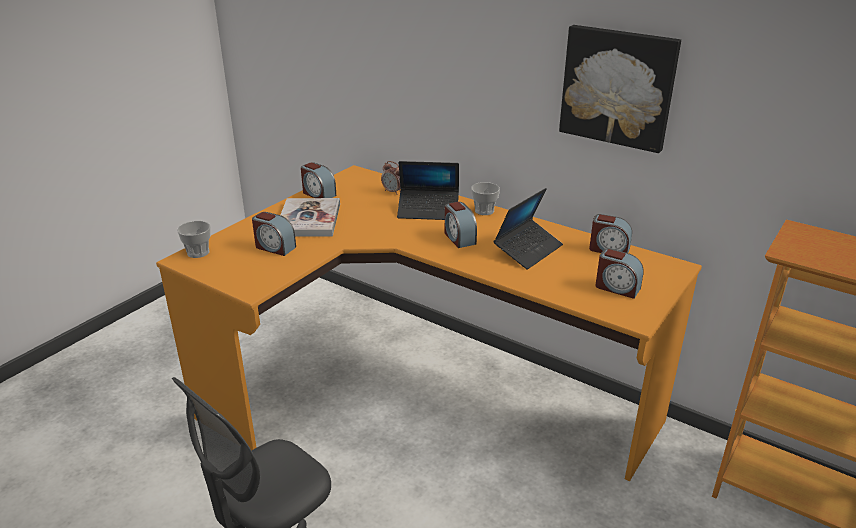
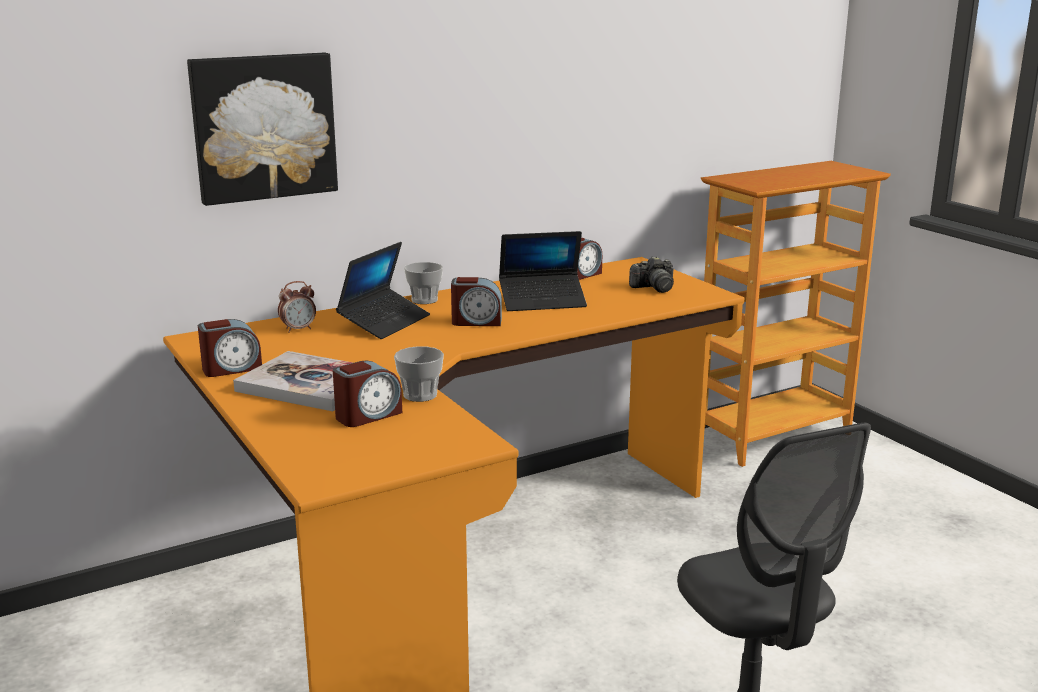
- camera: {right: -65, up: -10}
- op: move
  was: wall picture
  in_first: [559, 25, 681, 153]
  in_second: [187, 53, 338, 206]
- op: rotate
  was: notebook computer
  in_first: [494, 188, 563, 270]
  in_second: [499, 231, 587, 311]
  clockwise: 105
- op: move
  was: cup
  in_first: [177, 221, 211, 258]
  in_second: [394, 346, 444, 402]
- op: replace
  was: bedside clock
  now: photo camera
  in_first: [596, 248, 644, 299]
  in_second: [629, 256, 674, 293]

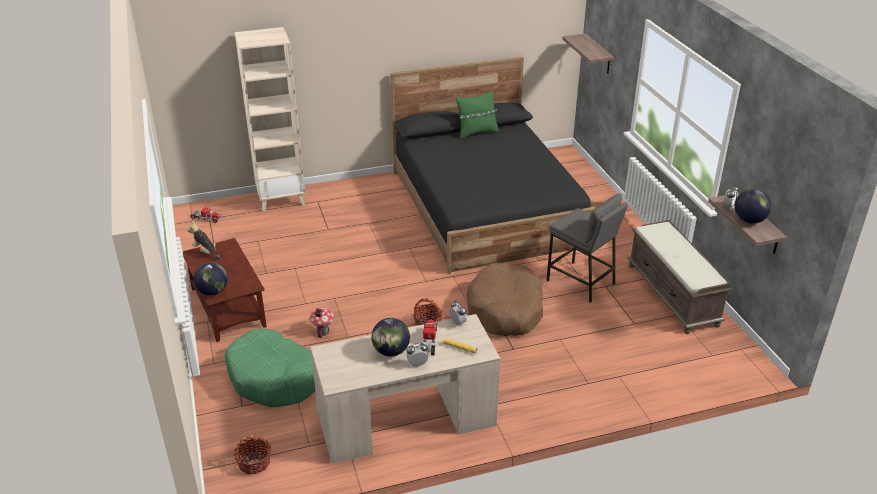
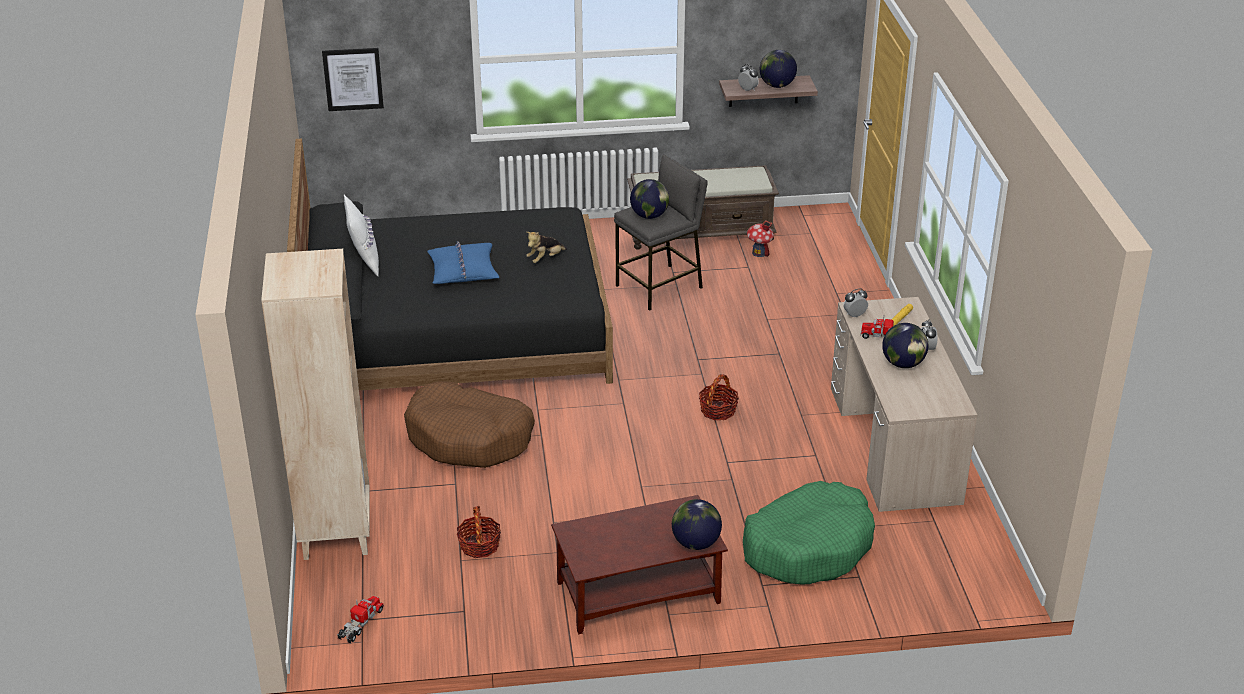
- camera: {right: -80, up: 0}
- op: replace
  was: shelf
  now: wall picture
  in_first: [563, 34, 614, 74]
  in_second: [322, 48, 384, 111]
- op: recolor
  was: greenish pillow
  now: whitish pillow
  in_first: [456, 91, 499, 139]
  in_second: [344, 195, 379, 276]
- op: move
  was: soft toy
  in_first: [187, 221, 222, 260]
  in_second: [526, 232, 567, 263]
- op: move
  was: brownish dog bed
  in_first: [466, 263, 543, 336]
  in_second: [404, 381, 535, 468]
- op: move
  was: model house
  in_first: [310, 308, 334, 338]
  in_second: [747, 220, 774, 257]
- op: move
  was: household basket
  in_first: [233, 435, 271, 474]
  in_second: [457, 506, 501, 558]
- op: insert
  now: desk globe
  in_second: [630, 179, 669, 219]
- op: insert
  now: blue-coloured pillow
  in_second: [427, 241, 499, 284]

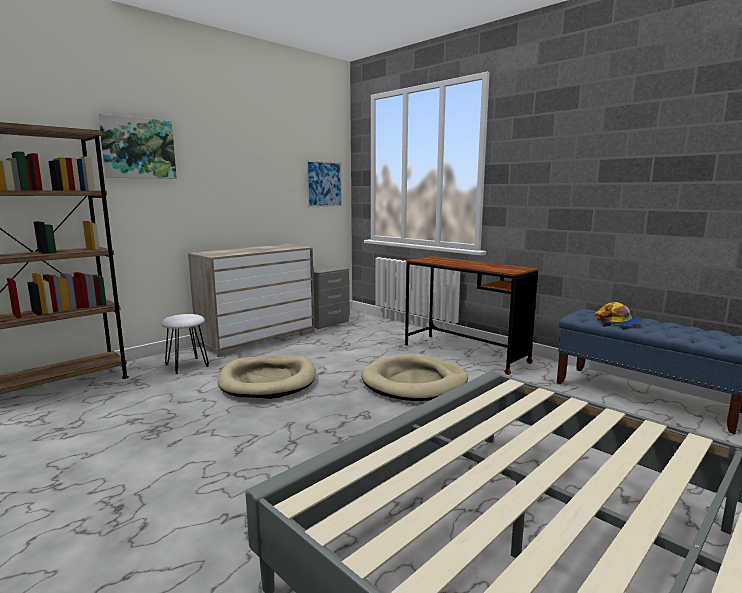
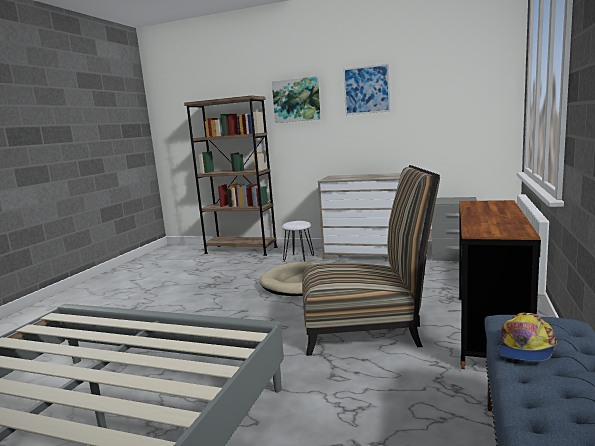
- camera: {right: 65, up: 0}
- op: move
  was: wall picture
  in_first: [306, 160, 342, 207]
  in_second: [343, 63, 390, 115]
- op: replace
  was: beige-coloured dog bed
  now: chair
  in_first: [361, 354, 468, 401]
  in_second: [302, 165, 440, 356]

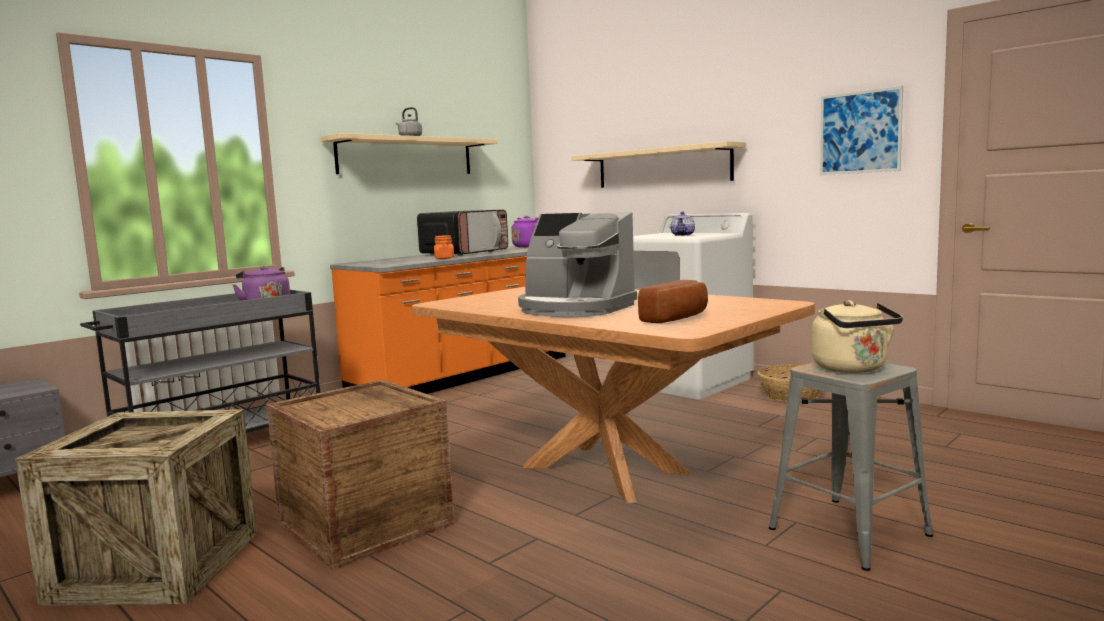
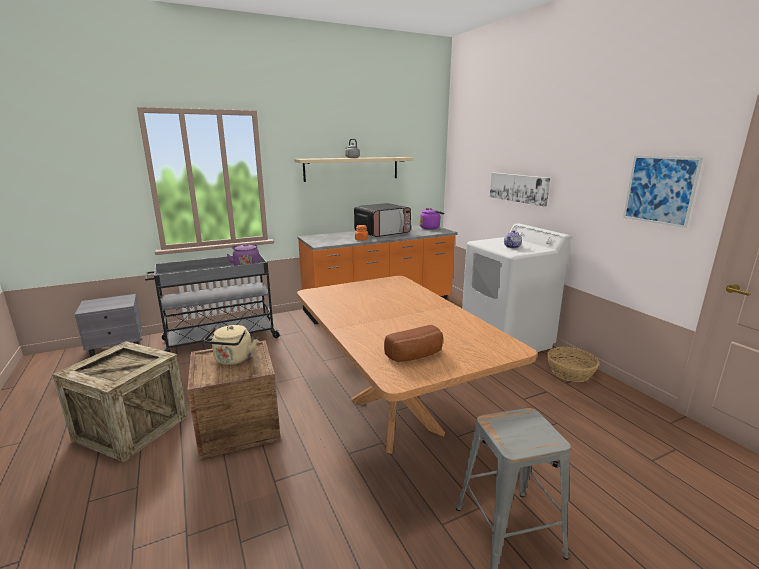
- camera: {right: 20, up: 10}
- op: replace
  was: beige-coloured shelf
  now: wall picture
  in_first: [571, 141, 746, 188]
  in_second: [490, 173, 550, 206]
- op: delete
  was: coffee maker
  in_first: [518, 212, 637, 317]
- op: move
  was: beige-coloured tea kettle
  in_first: [812, 300, 903, 373]
  in_second: [204, 325, 257, 365]

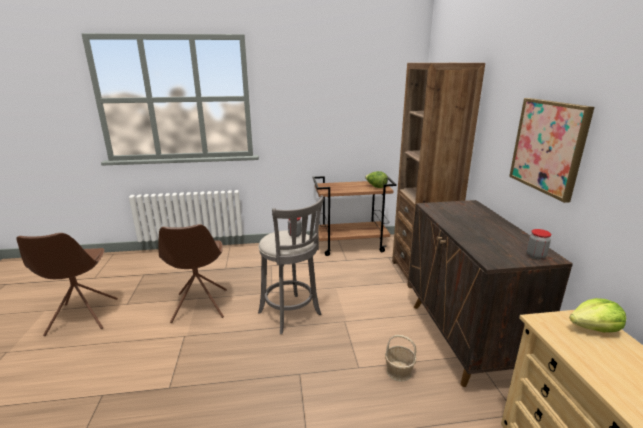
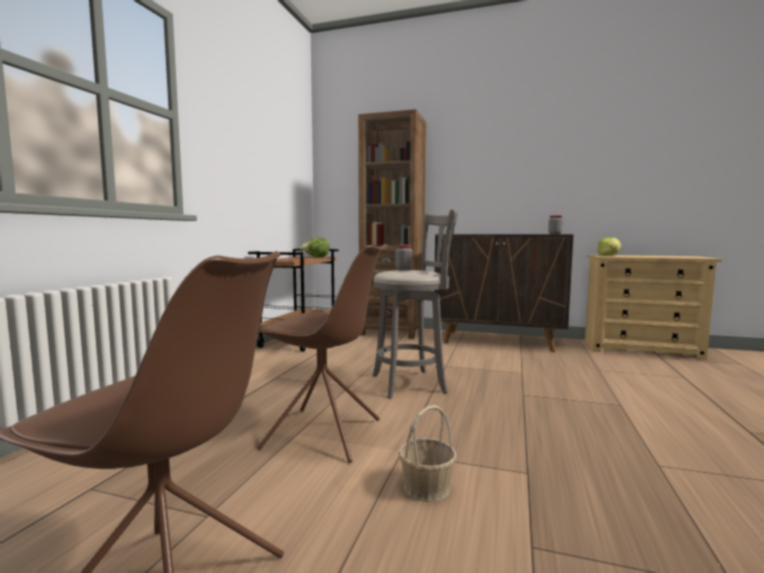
- camera: {right: -65, up: -15}
- op: delete
  was: wall picture
  in_first: [509, 98, 594, 203]
- op: move
  was: household basket
  in_first: [385, 335, 416, 382]
  in_second: [399, 405, 457, 502]

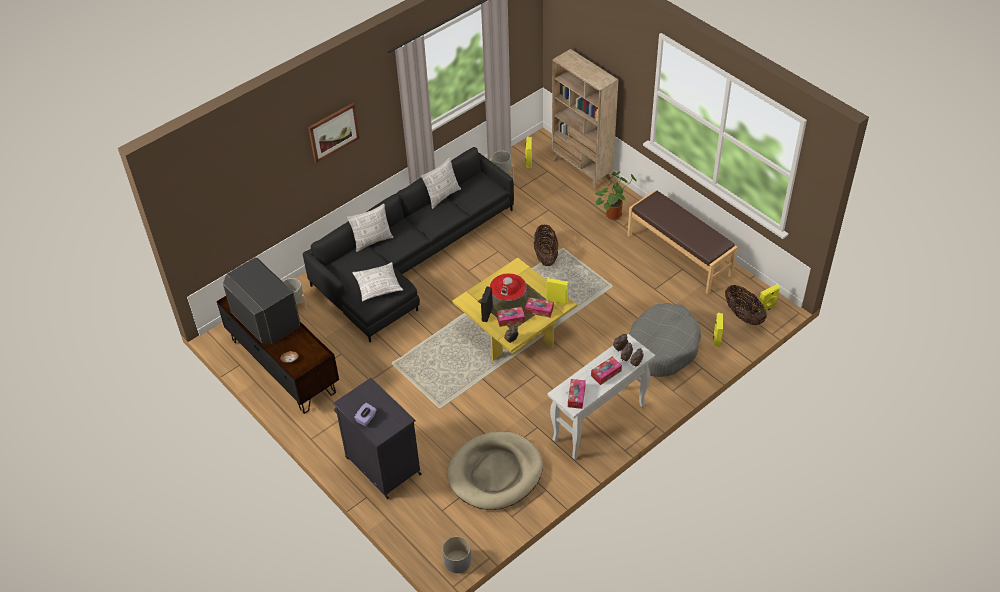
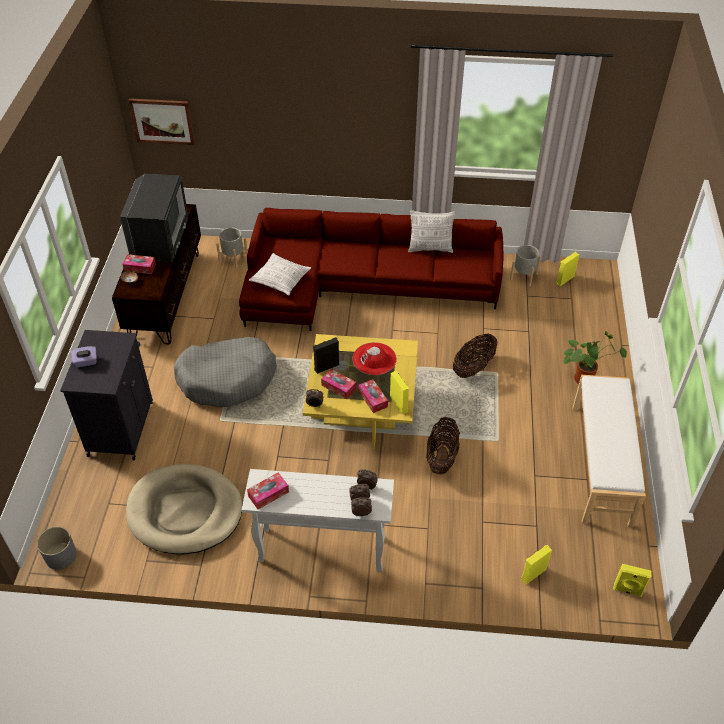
- camera: {right: 45, up: 0}
- op: delete
  was: beige-coloured shelving unit
  in_first: [552, 49, 619, 190]
- op: move
  was: wall picture
  in_first: [308, 103, 360, 163]
  in_second: [128, 98, 195, 145]
- op: recolor
  was: blackish sofa
  now: red sofa
  in_first: [303, 147, 514, 342]
  in_second: [239, 208, 503, 331]
- op: recolor
  was: brownish indoor bench
  now: whitish indoor bench
  in_first: [627, 190, 737, 294]
  in_second: [573, 375, 646, 527]
- op: delete
  was: pillow
  in_first: [347, 204, 394, 252]
- op: move
  was: household basket
  in_first: [725, 285, 767, 326]
  in_second: [426, 417, 460, 475]
- op: move
  was: grey dog bed
  in_first: [629, 303, 701, 377]
  in_second: [174, 337, 277, 407]
- op: move
  was: tissue box
  in_first: [591, 357, 622, 385]
  in_second: [122, 254, 156, 274]

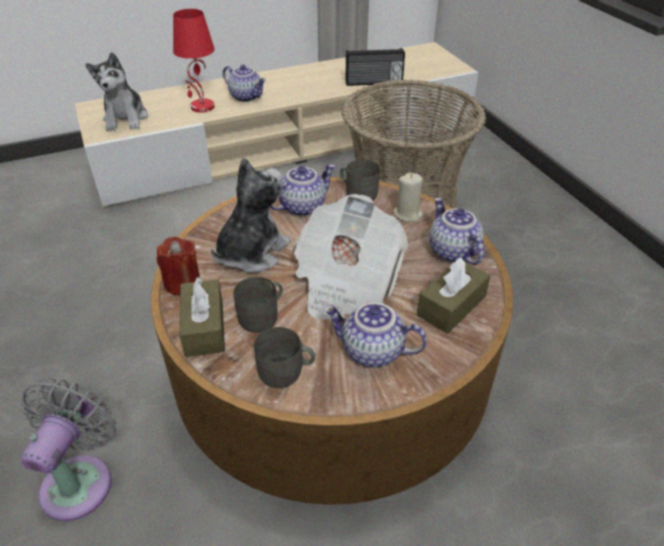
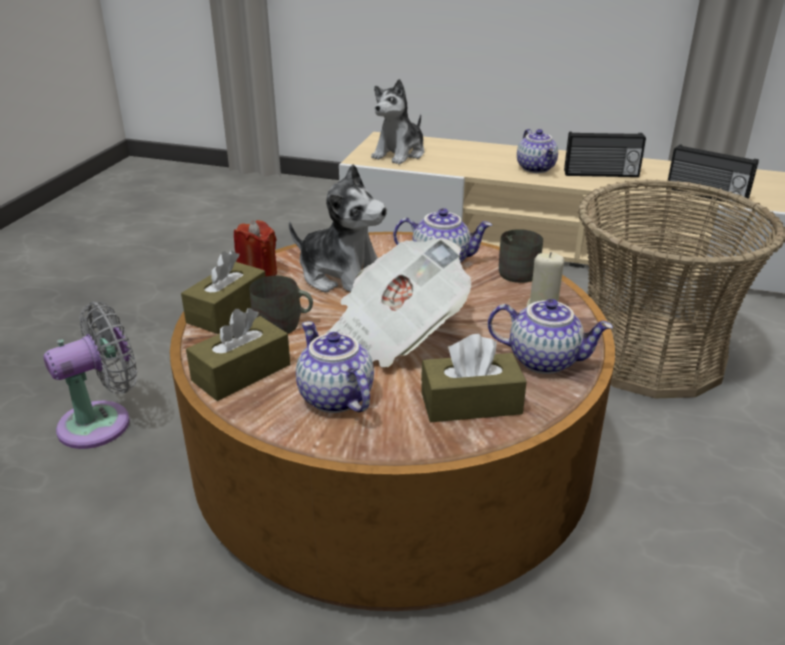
- camera: {right: 40, up: -10}
- op: delete
  was: red table lamp
  in_first: [173, 9, 215, 113]
- op: rotate
  was: soft toy
  in_first: [211, 158, 291, 273]
  in_second: [289, 164, 387, 292]
  clockwise: 45
- op: rotate
  was: teapot
  in_first: [429, 198, 484, 265]
  in_second: [488, 299, 613, 374]
  clockwise: 90
- op: replace
  was: grey mug
  now: brownish tissue box
  in_first: [254, 327, 315, 388]
  in_second: [186, 308, 290, 401]
- op: insert
  now: radio set
  in_second: [564, 132, 646, 177]

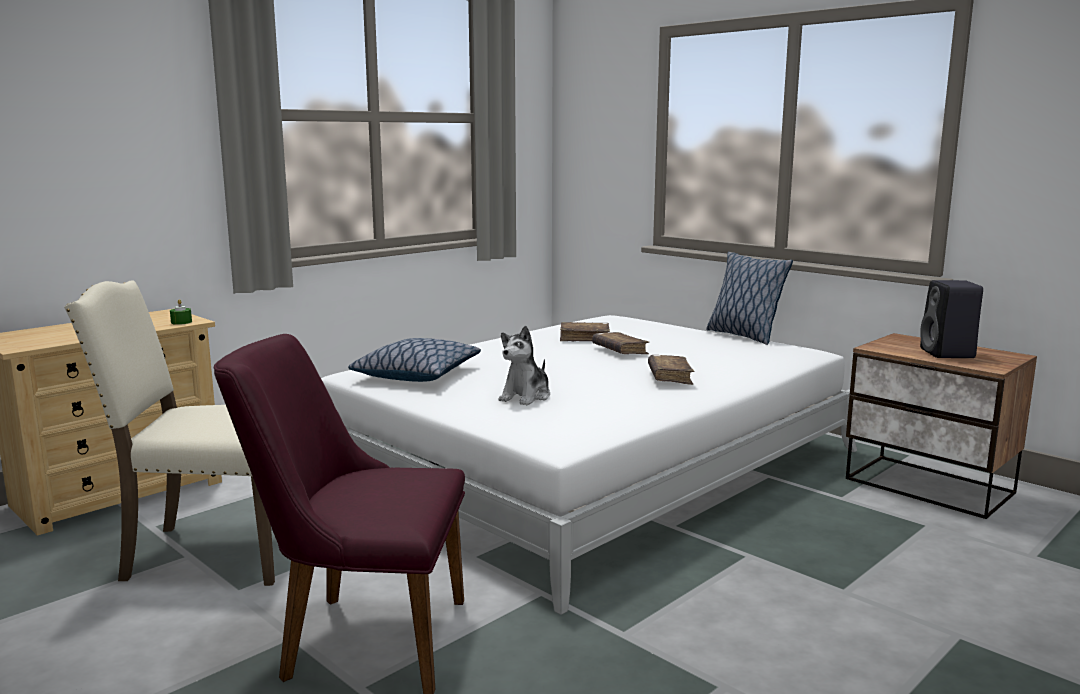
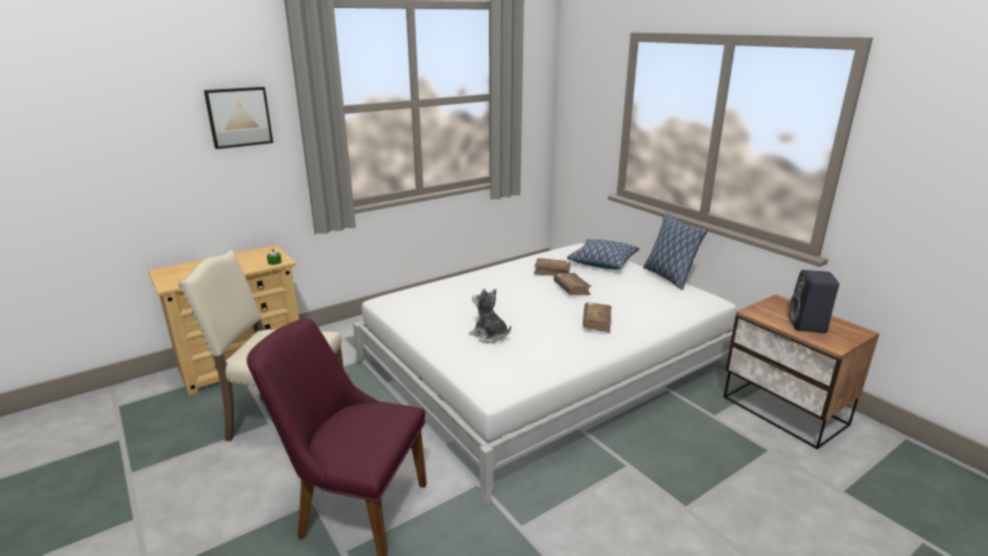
- camera: {right: 10, up: 10}
- op: rotate
  was: soft toy
  in_first: [499, 326, 550, 406]
  in_second: [469, 289, 511, 343]
  clockwise: 90
- op: move
  was: pillow
  in_first: [348, 338, 481, 382]
  in_second: [567, 239, 640, 269]
- op: insert
  now: wall picture
  in_second: [204, 87, 273, 149]

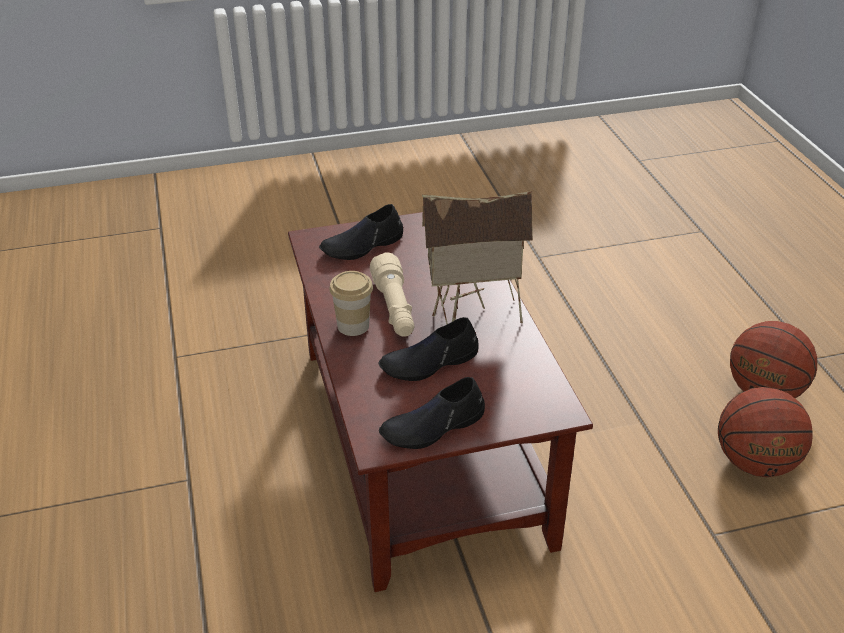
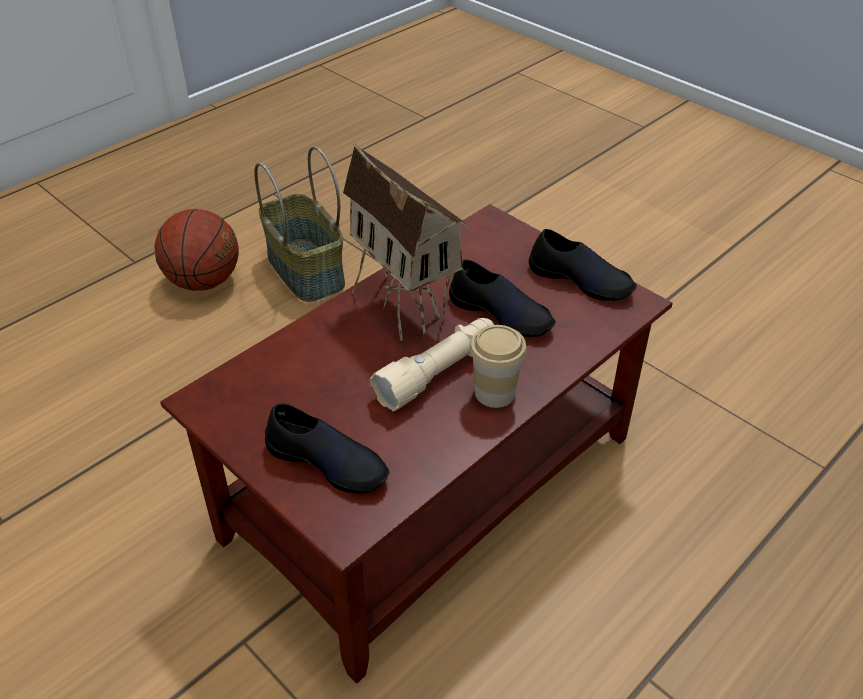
- camera: {right: -120, up: 5}
- op: replace
  was: ball for basketball
  now: household basket
  in_first: [718, 387, 813, 477]
  in_second: [254, 146, 345, 302]

